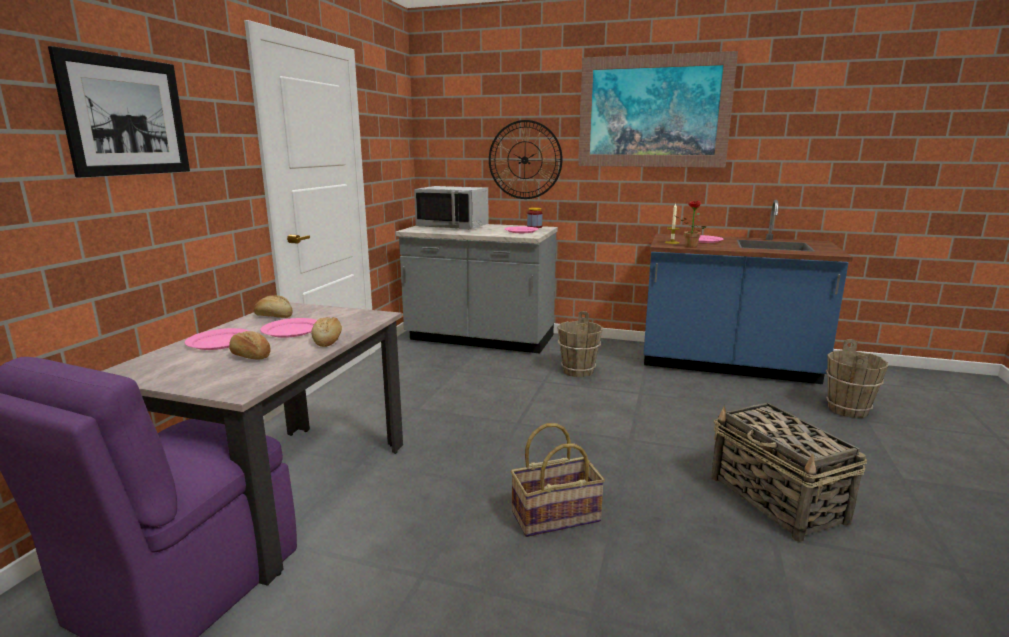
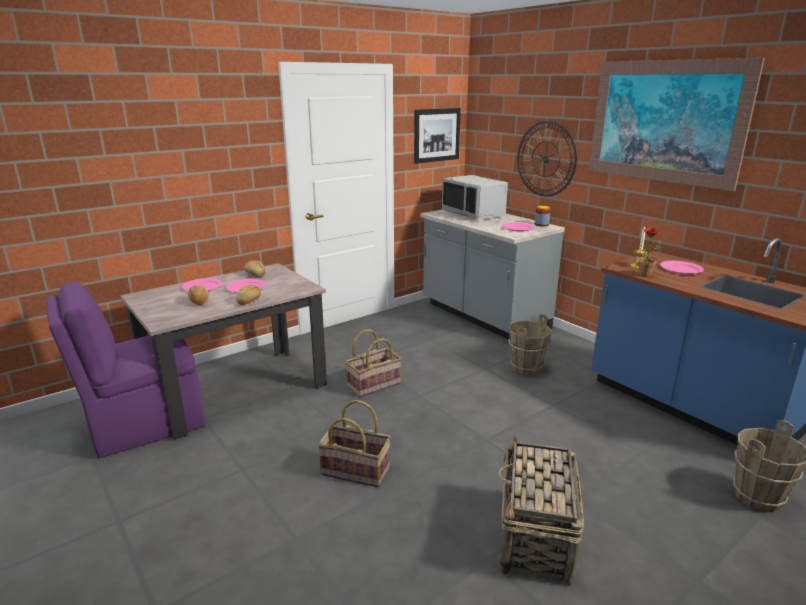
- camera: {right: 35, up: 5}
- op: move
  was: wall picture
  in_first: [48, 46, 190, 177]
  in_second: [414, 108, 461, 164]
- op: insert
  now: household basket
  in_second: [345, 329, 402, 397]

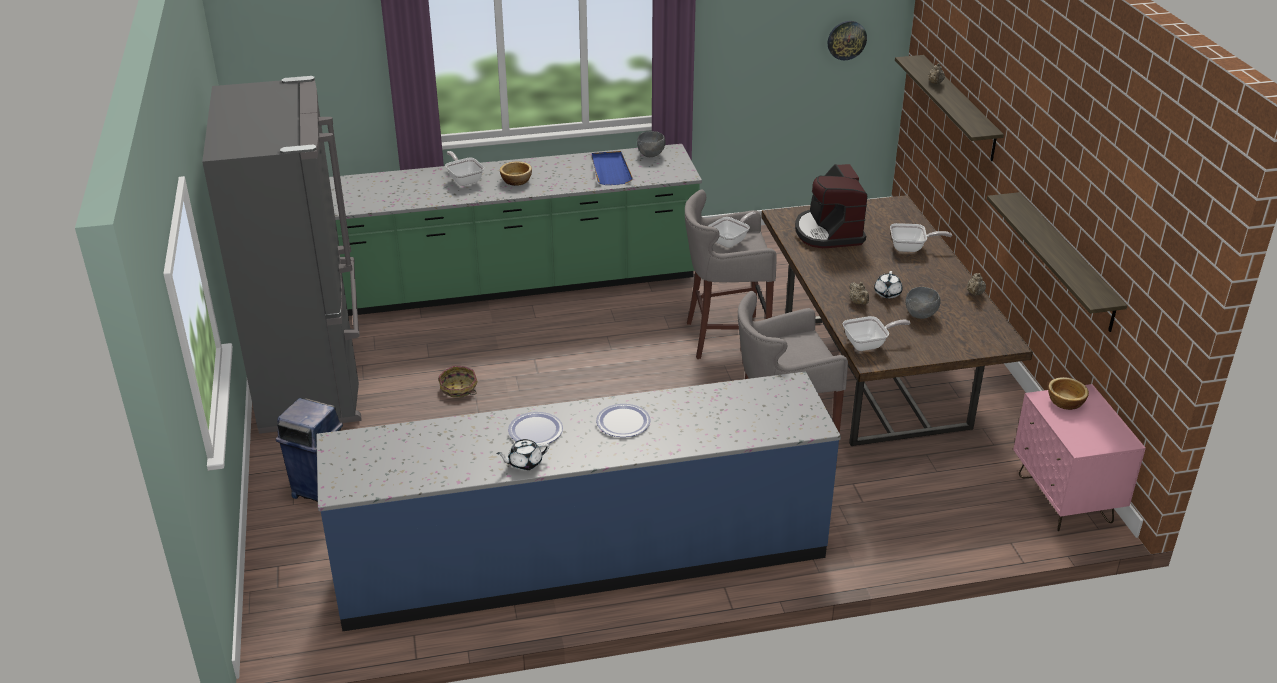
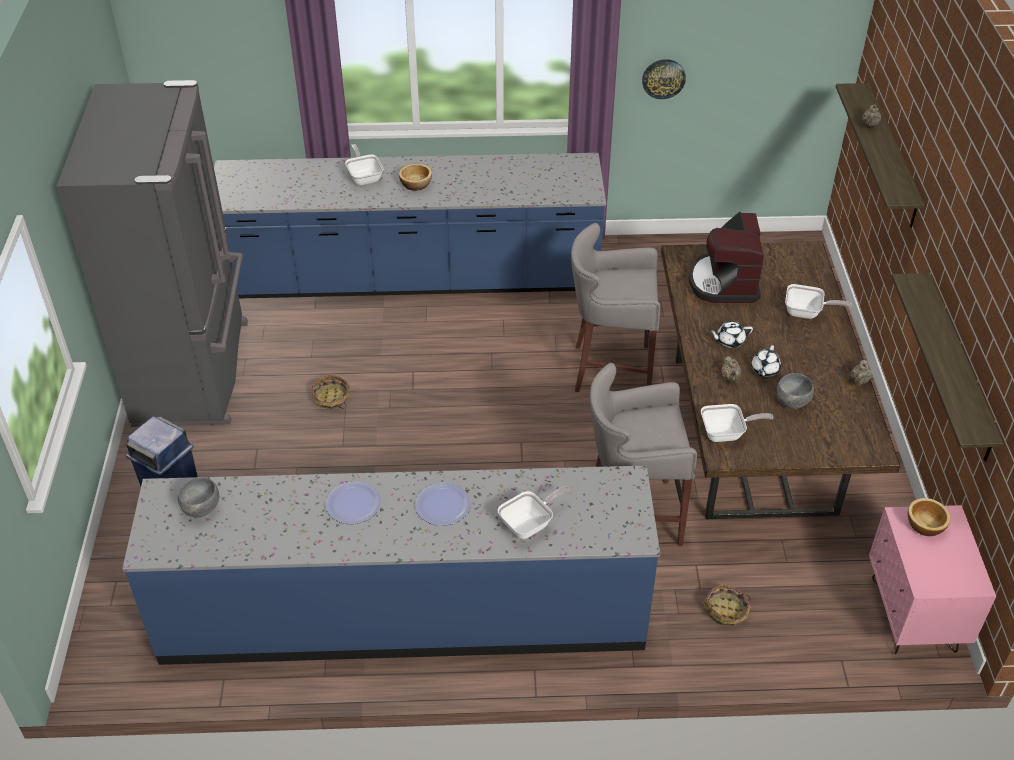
- camera: {right: 10, up: 10}
- op: move
  was: hanging clock
  in_first: [828, 21, 867, 60]
  in_second: [642, 59, 686, 99]
- op: move
  was: grey bowl
  in_first: [637, 131, 665, 157]
  in_second: [178, 477, 219, 517]
- op: recolor
  was: greenish kitchen base unit
  now: blue-coloured kitchen base unit
  in_first: [329, 144, 702, 316]
  in_second: [214, 153, 606, 299]
- op: delete
  was: blue-coloured carrying tray
  in_first: [592, 151, 633, 185]
- op: move
  was: skillet
  in_first: [708, 212, 757, 248]
  in_second: [498, 486, 570, 539]
- op: move
  was: whitish teapot
  in_first: [496, 439, 549, 471]
  in_second: [709, 321, 753, 348]
- op: insert
  now: household basket
  in_second: [702, 584, 751, 626]

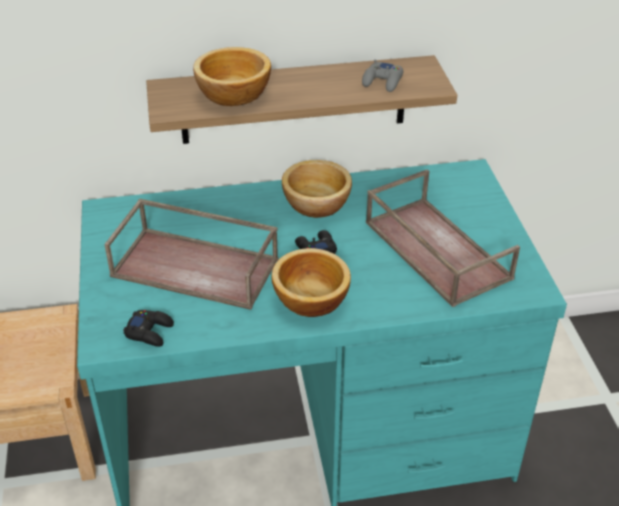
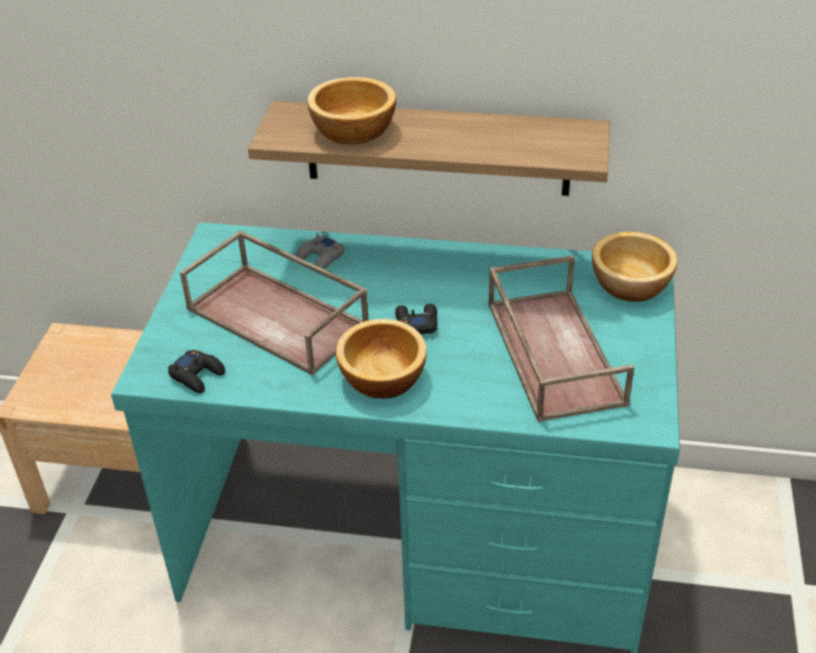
- camera: {right: 20, up: 0}
- op: move
  was: grey game controller
  in_first: [362, 60, 403, 92]
  in_second: [295, 233, 344, 269]
- op: move
  was: bowl
  in_first: [282, 160, 352, 218]
  in_second: [592, 232, 677, 302]

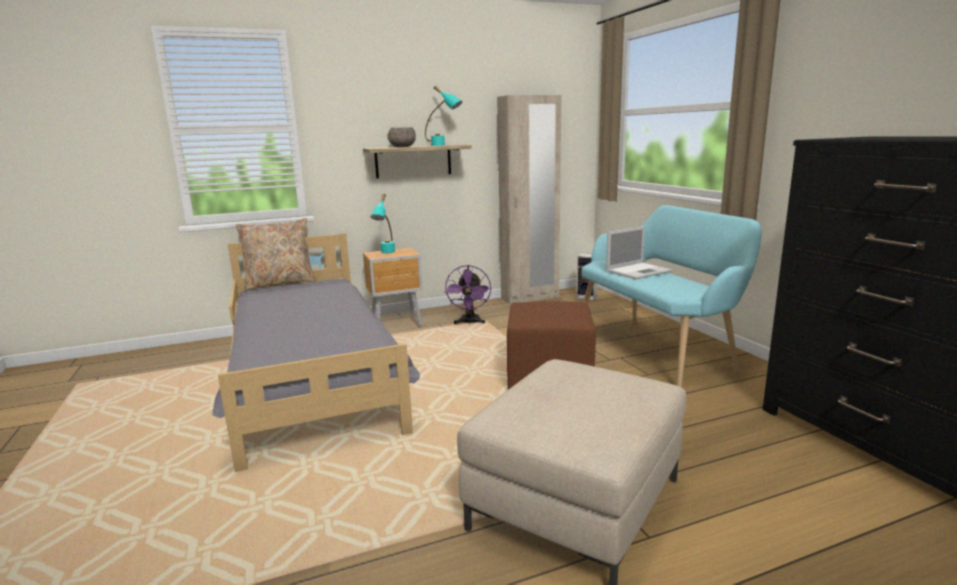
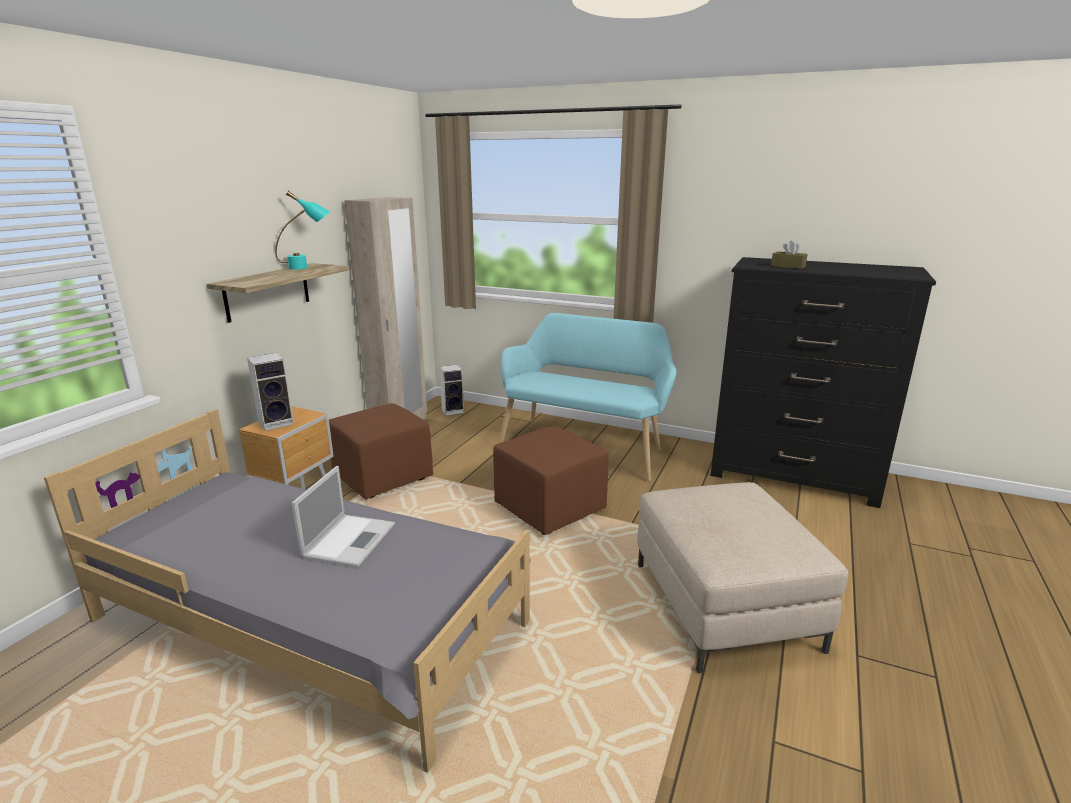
- camera: {right: -45, up: 5}
- op: delete
  was: grey bowl
  in_first: [387, 127, 416, 147]
- op: replace
  was: blue-green table lamp
  now: speaker
  in_first: [371, 194, 395, 253]
  in_second: [247, 353, 294, 431]
- op: delete
  was: beige-coloured pillow
  in_first: [236, 218, 316, 291]
- op: move
  was: notebook computer
  in_first: [606, 226, 672, 280]
  in_second: [291, 466, 395, 568]
- op: replace
  was: purplish electric fan
  now: brownish footrest
  in_first: [445, 265, 491, 324]
  in_second: [329, 403, 433, 500]
- op: insert
  now: brownish tissue box
  in_second: [771, 241, 808, 269]

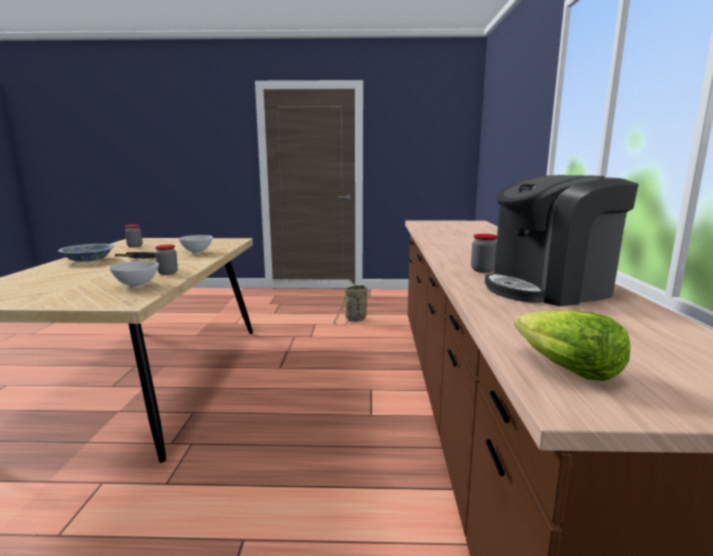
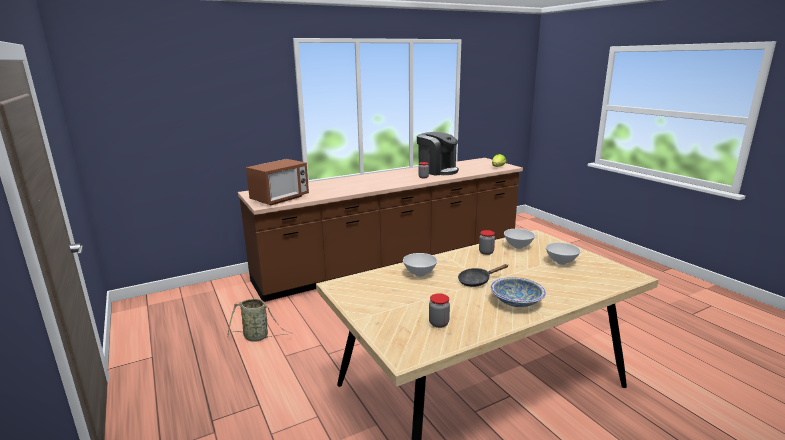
- camera: {right: -120, up: 5}
- op: insert
  now: microwave oven
  in_second: [246, 159, 309, 205]
- op: insert
  now: whitish bowl
  in_second: [546, 242, 581, 265]

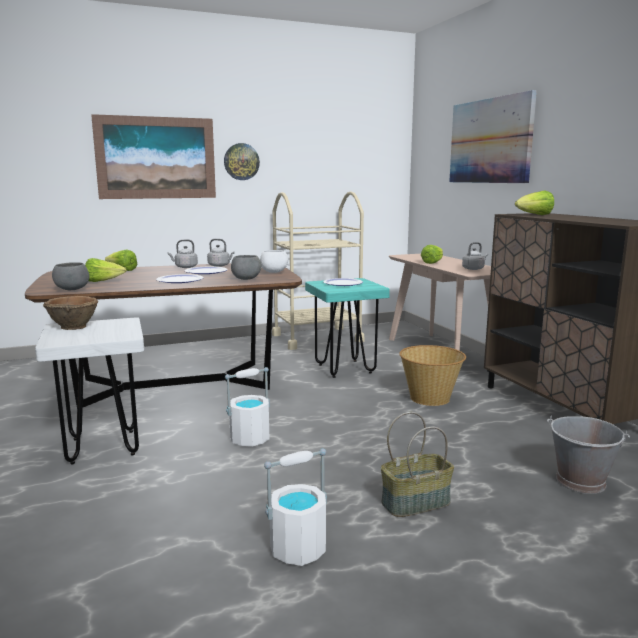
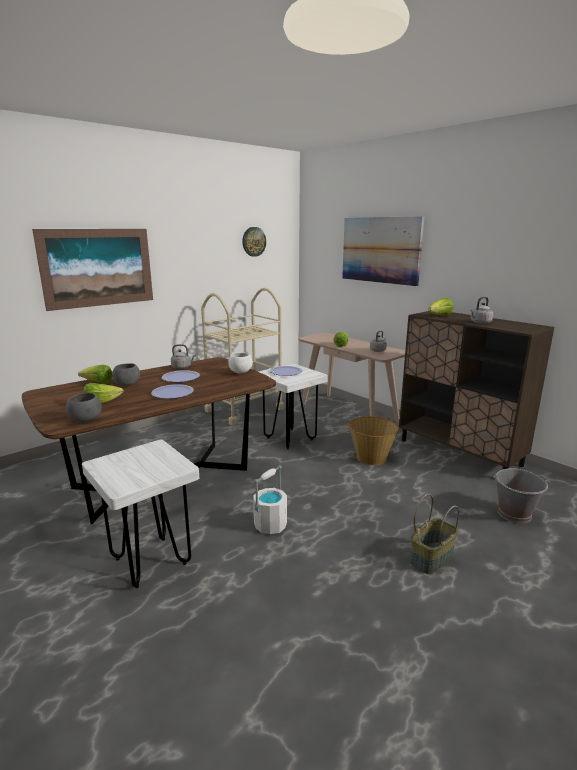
- camera: {right: -20, up: 5}
- op: move
  was: hanging clock
  in_first: [224, 143, 260, 180]
  in_second: [242, 227, 266, 257]
- op: move
  was: grey tea kettle
  in_first: [168, 239, 198, 268]
  in_second: [470, 297, 494, 324]
- op: move
  was: grey bowl
  in_first: [231, 255, 262, 280]
  in_second: [113, 363, 140, 386]
- op: recolor
  was: blue-green sitting stool
  now: whitish sitting stool
  in_first: [305, 278, 390, 378]
  in_second: [258, 364, 328, 450]
- op: delete
  was: brownish bowl
  in_first: [43, 296, 98, 330]
- op: delete
  was: whitish pail
  in_first: [264, 449, 327, 566]

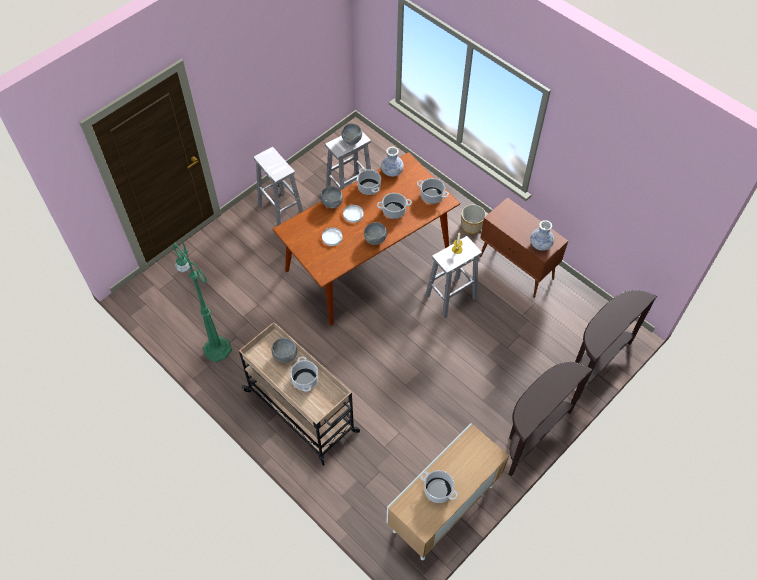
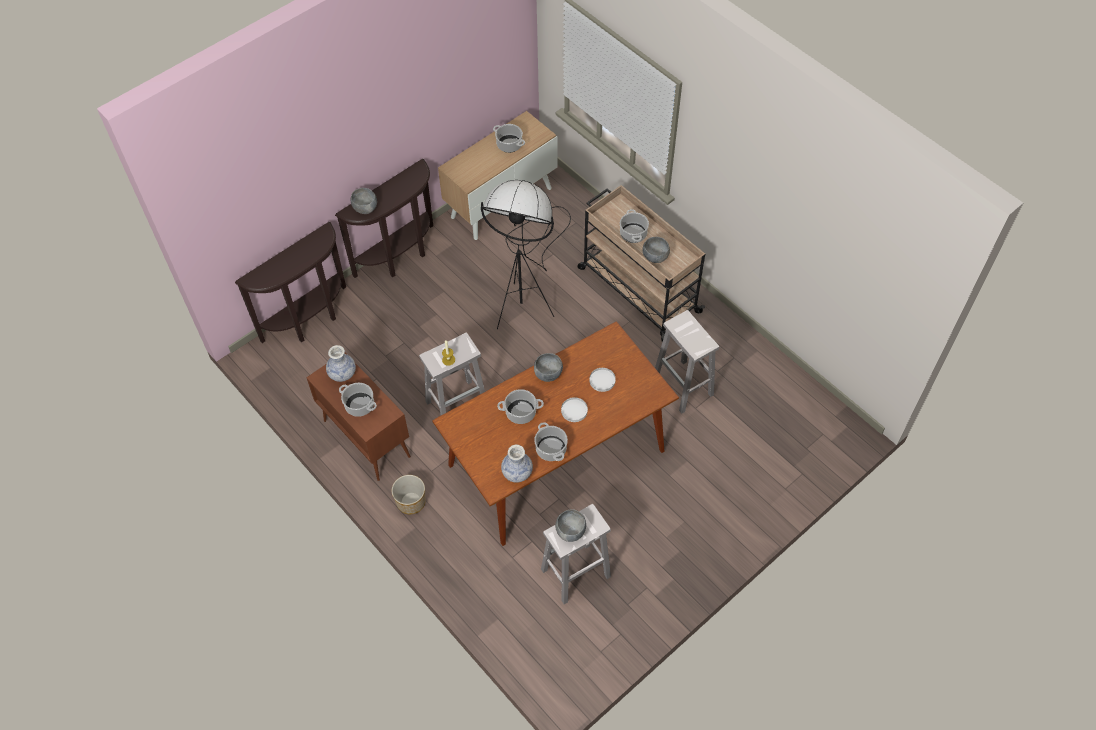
- camera: {right: -175, up: 0}
- op: move
  was: whitish sitting stool
  in_first: [253, 147, 303, 226]
  in_second: [655, 310, 719, 414]
- op: move
  was: stockpot
  in_first: [417, 178, 449, 204]
  in_second: [339, 383, 377, 417]
- op: move
  was: grey bowl
  in_first: [320, 186, 343, 208]
  in_second: [351, 188, 377, 214]
- op: delete
  was: greenish standing lamp
  in_first: [173, 240, 232, 363]
- op: insert
  now: blackish standing lamp
  in_second: [481, 180, 571, 329]

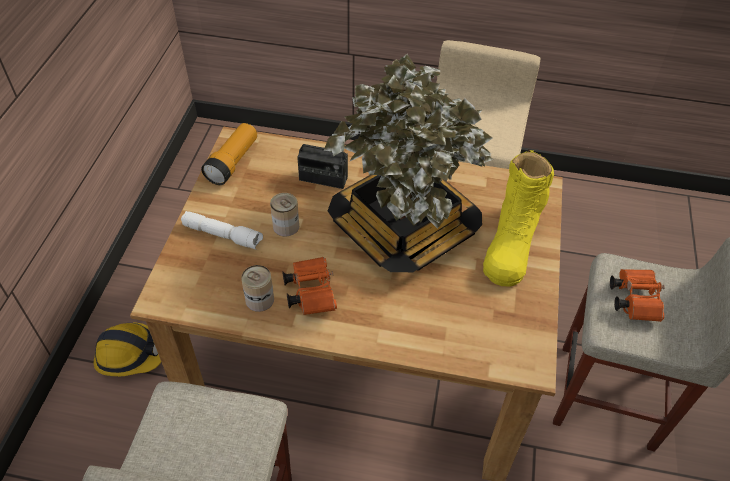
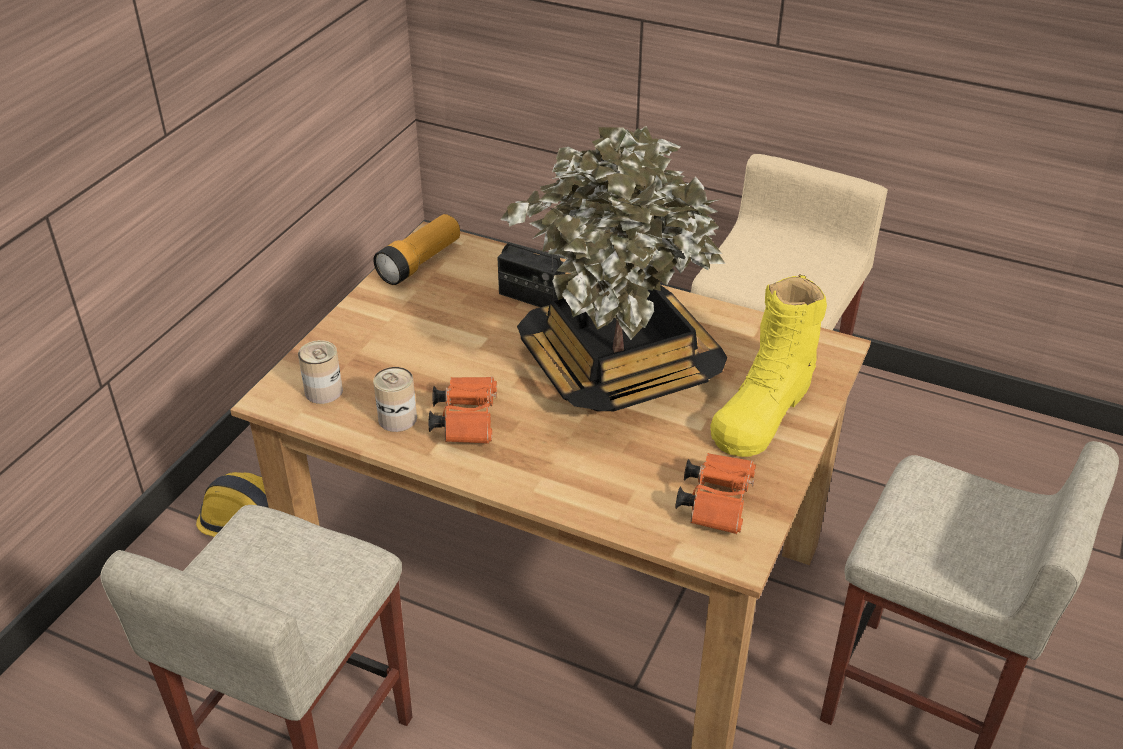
- camera: {right: 15, up: -10}
- op: move
  was: can
  in_first: [270, 193, 299, 237]
  in_second: [298, 340, 343, 404]
- op: delete
  was: whitish torch
  in_first: [181, 211, 263, 249]
- op: move
  was: orange-coloured pair of binoculars
  in_first: [610, 269, 665, 322]
  in_second: [675, 453, 756, 534]

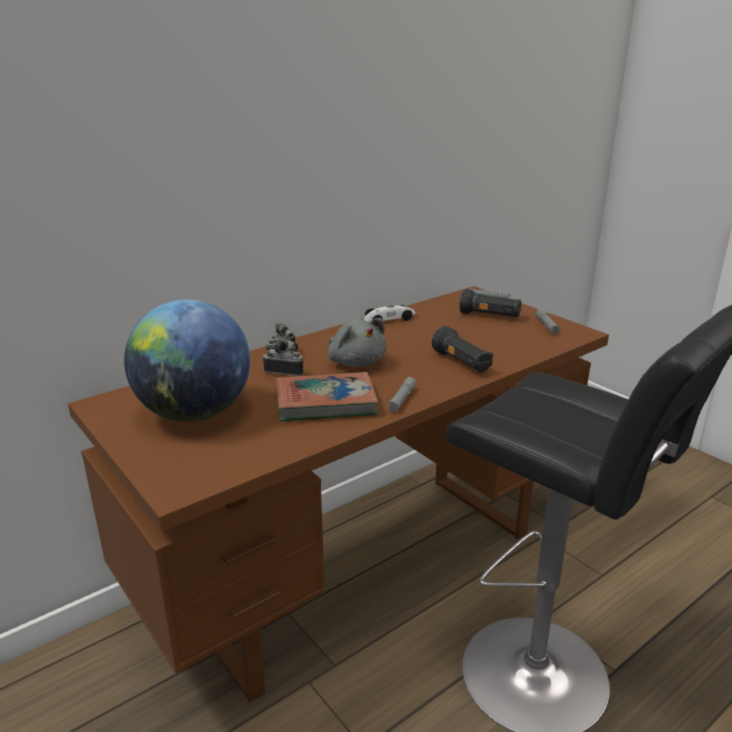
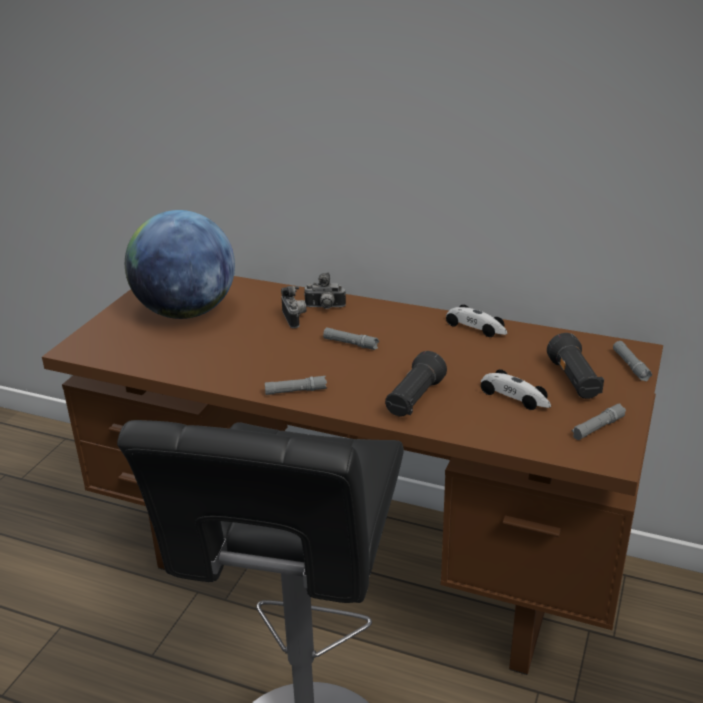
- camera: {right: 60, up: 5}
- op: replace
  was: grey soft toy
  now: grey torch
  in_first: [328, 318, 387, 367]
  in_second: [323, 327, 379, 350]
- op: delete
  was: book
  in_first: [276, 372, 378, 421]
- op: insert
  now: model car
  in_second: [481, 369, 551, 410]

